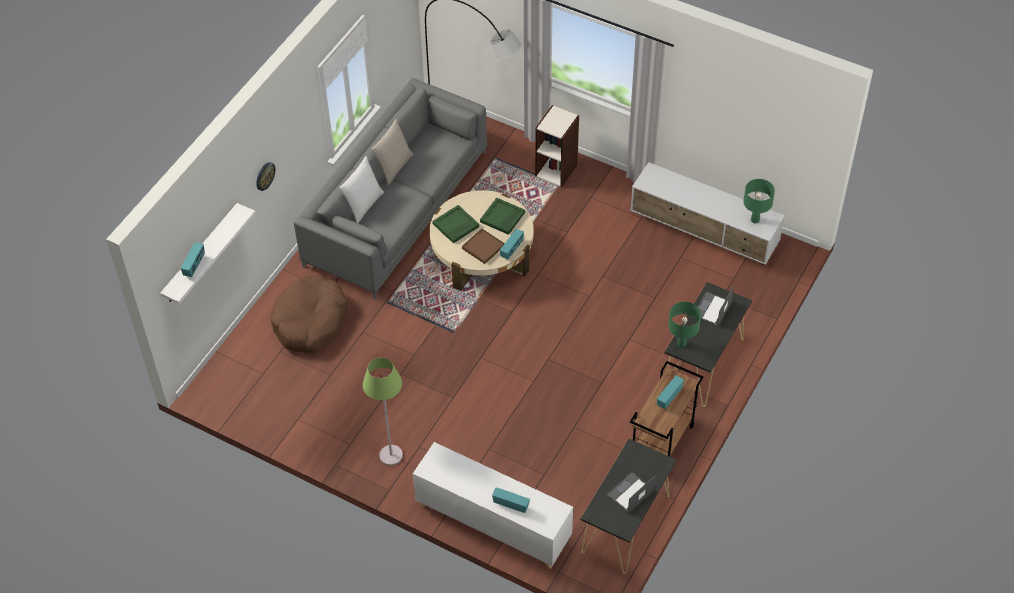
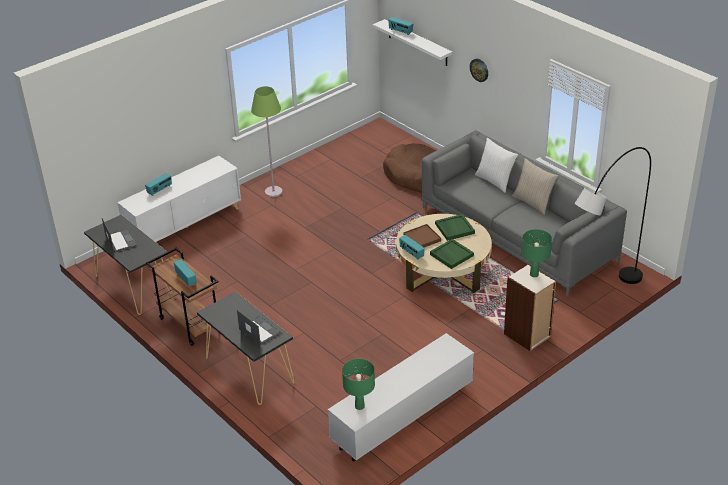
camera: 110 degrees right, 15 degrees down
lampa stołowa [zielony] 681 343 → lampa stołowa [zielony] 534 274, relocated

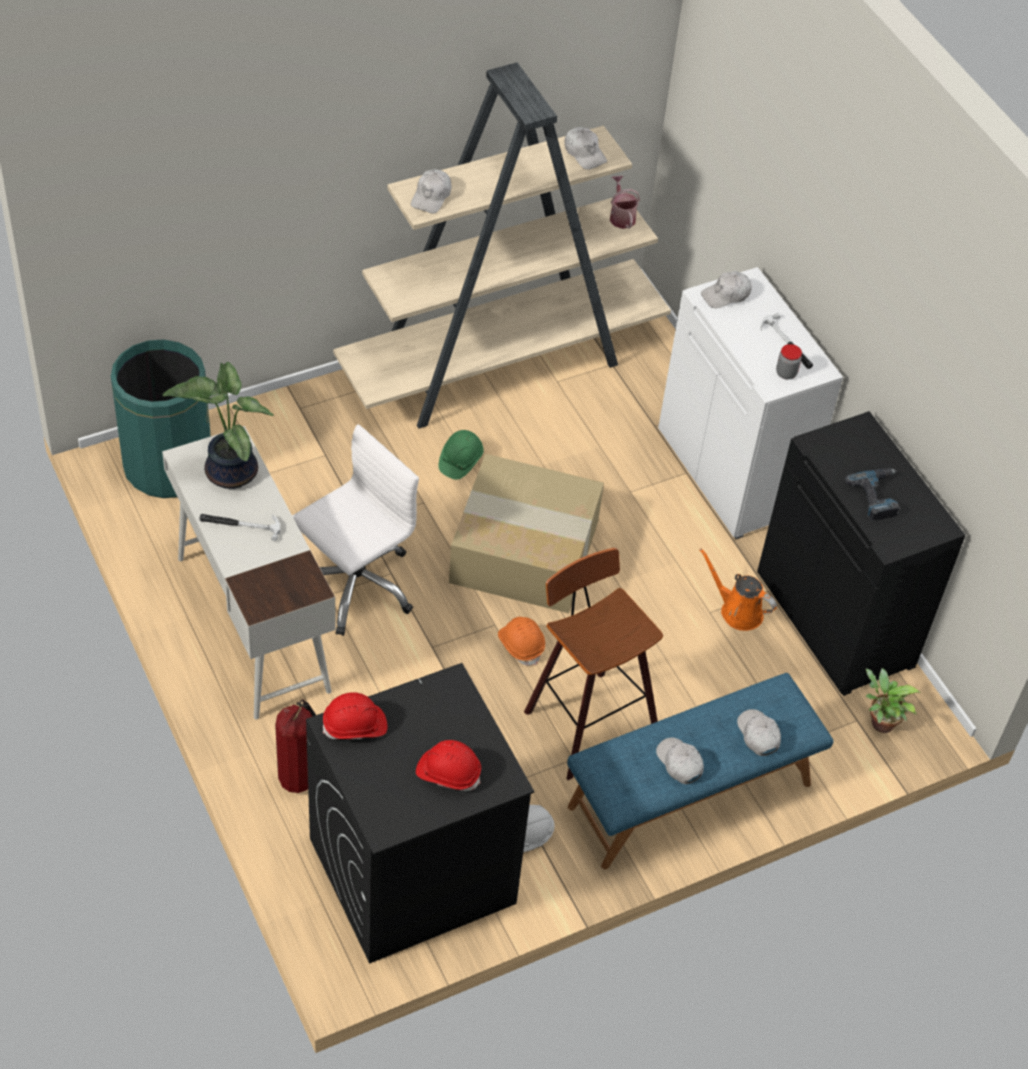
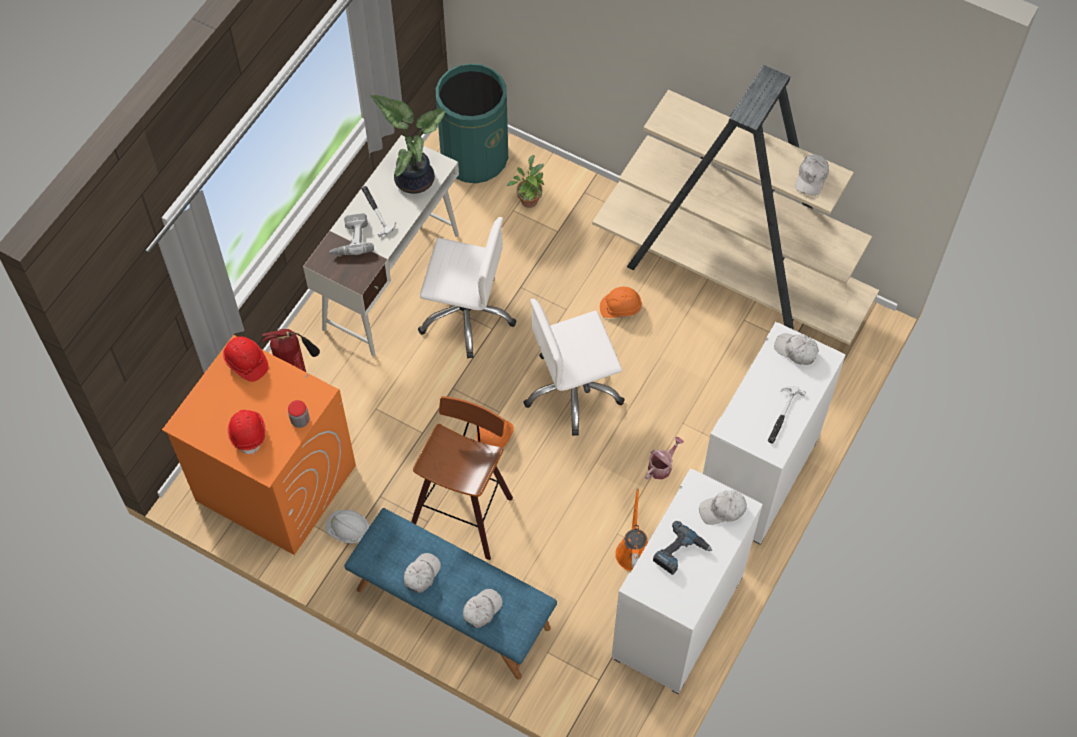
camera: 60 degrees right, 10 degrees up
- → wiertarka 350 239
czapka z daszkiem [biały] 431 196 → czapka z daszkiem [biały] 722 510, relocated
konewka 621 216 → konewka 662 466, relocated
słoik 786 373 → słoik 300 420, relocated
roślina doniczkowa 879 722 → roślina doniczkowa 528 199, relocated
karton 522 552 → krzesło biurowe [biały] 573 391
pralka [czarny] 411 872 → pralka [pomarańczowy] 274 483
kask [zielony] 460 461 → kask [pomarańczowy] 620 307
szafka [czarny] 836 620 → szafka [biały] 678 619

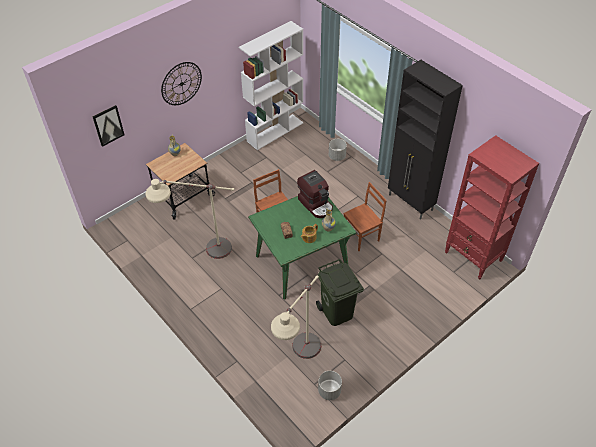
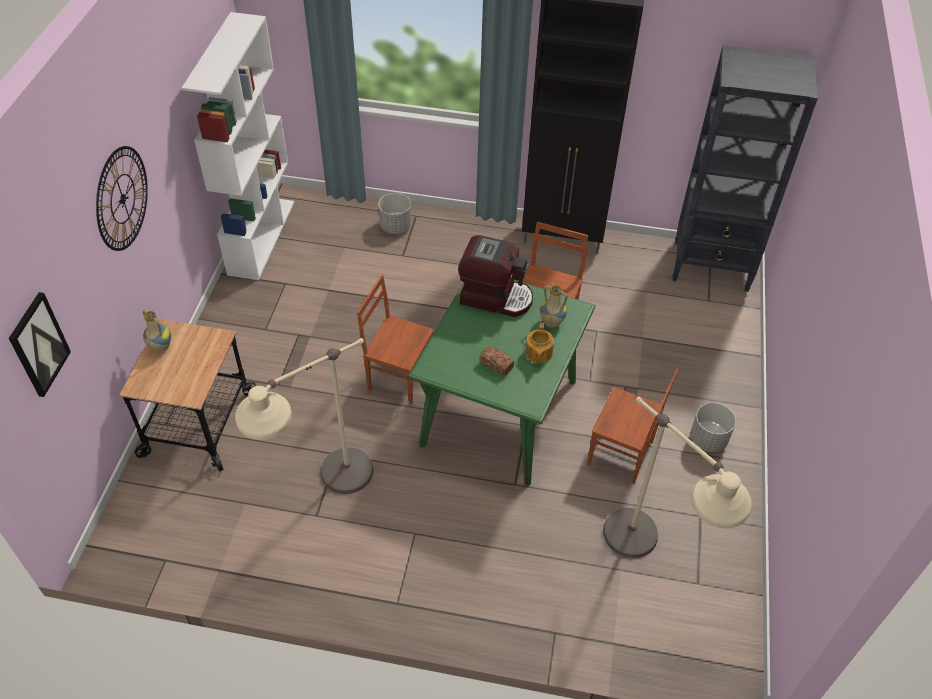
camera: 40 degrees left, 0 degrees up
donica [szary] 329 391 → donica [szary] 708 439, relocated
kosz na śmieci [zielony] 336 312 → krzesło [brązowy] 621 454
regał [czerwony] 473 257 → regał [czarny] 711 266

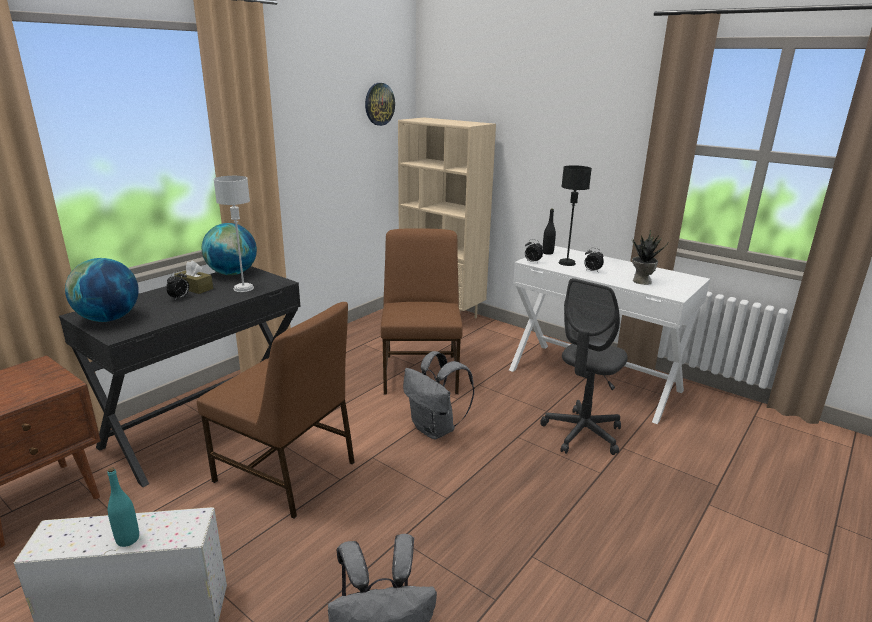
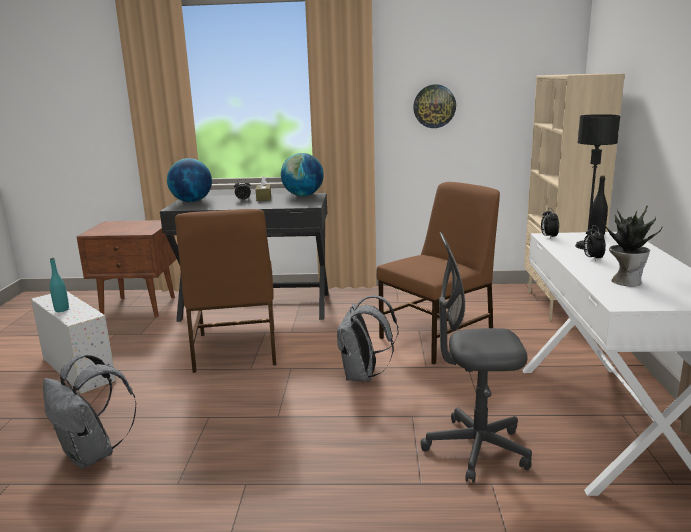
camera: 55 degrees right, 5 degrees down
lampa stołowa [szary] 244 288 → -
zegar ścienny 379 104 → zegar ścienny 434 106, relocated

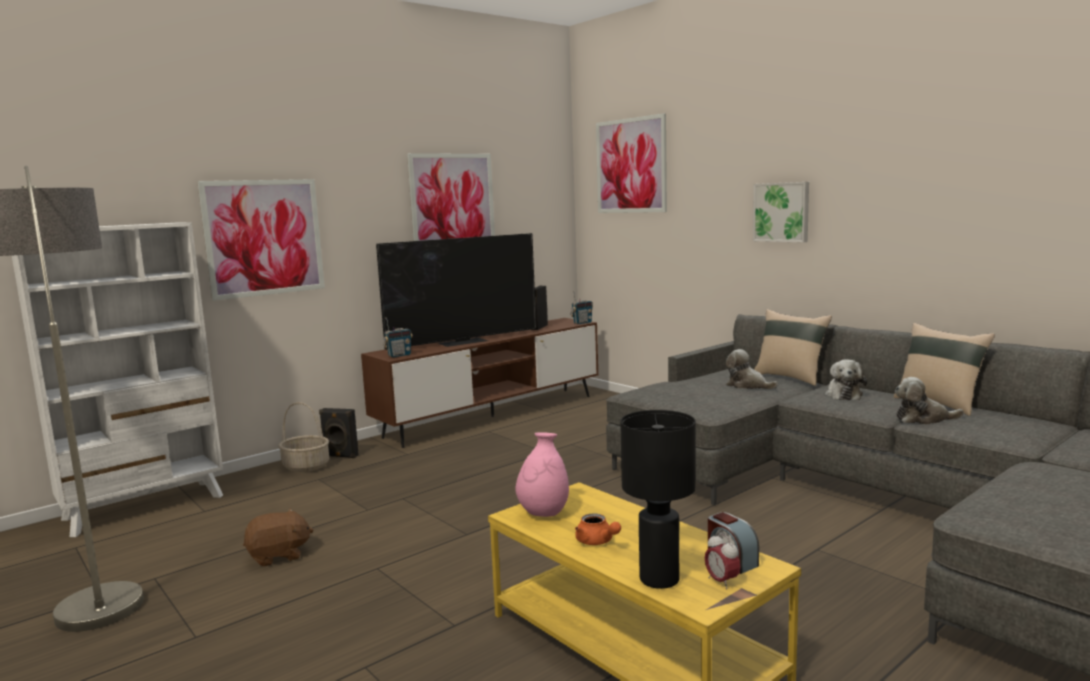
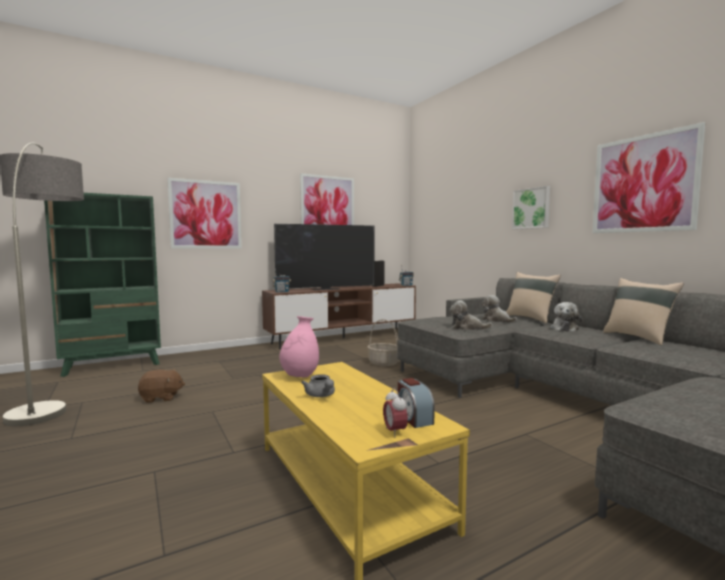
camera: 10 degrees right, 5 degrees down
głośnik [czarny] 340 456 → -
lampa stołowa [czarny] 658 580 → -
koszyk 305 466 → koszyk 383 363, relocated
obraz 631 166 → obraz 643 184, relocated
pluszak 923 419 → pluszak 467 328, relocated
regał [biały] 146 507 → regał [zielony] 113 366
imbryk [pomarańczowy] 597 542 → imbryk [szary] 321 396

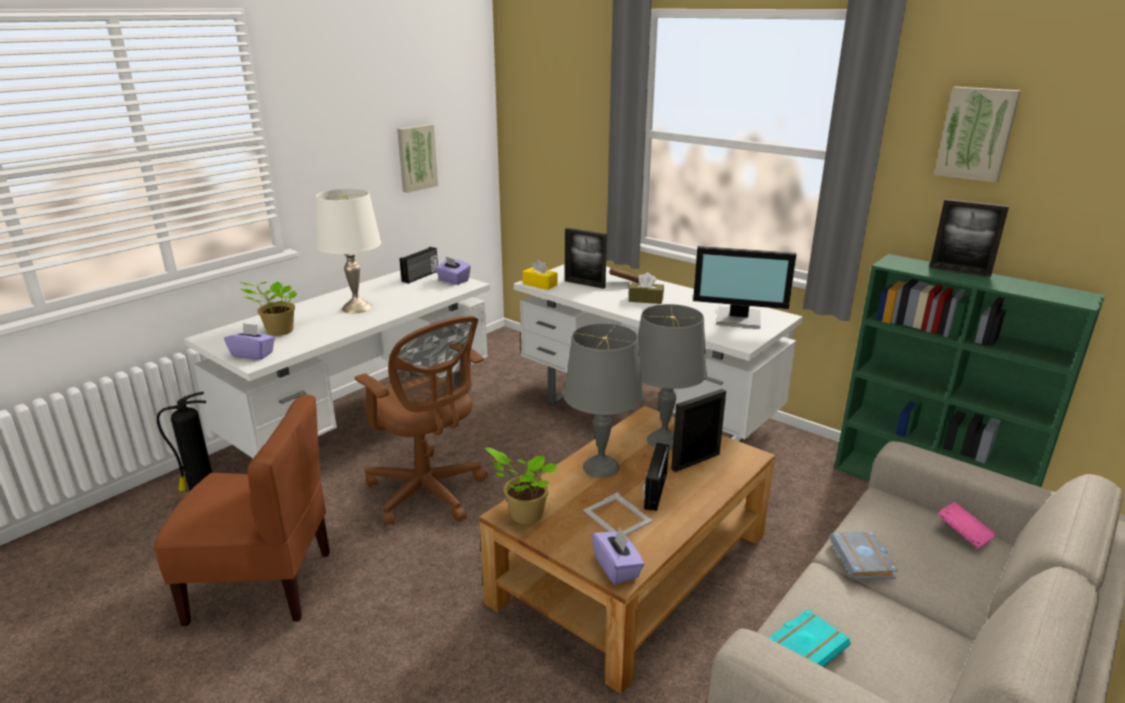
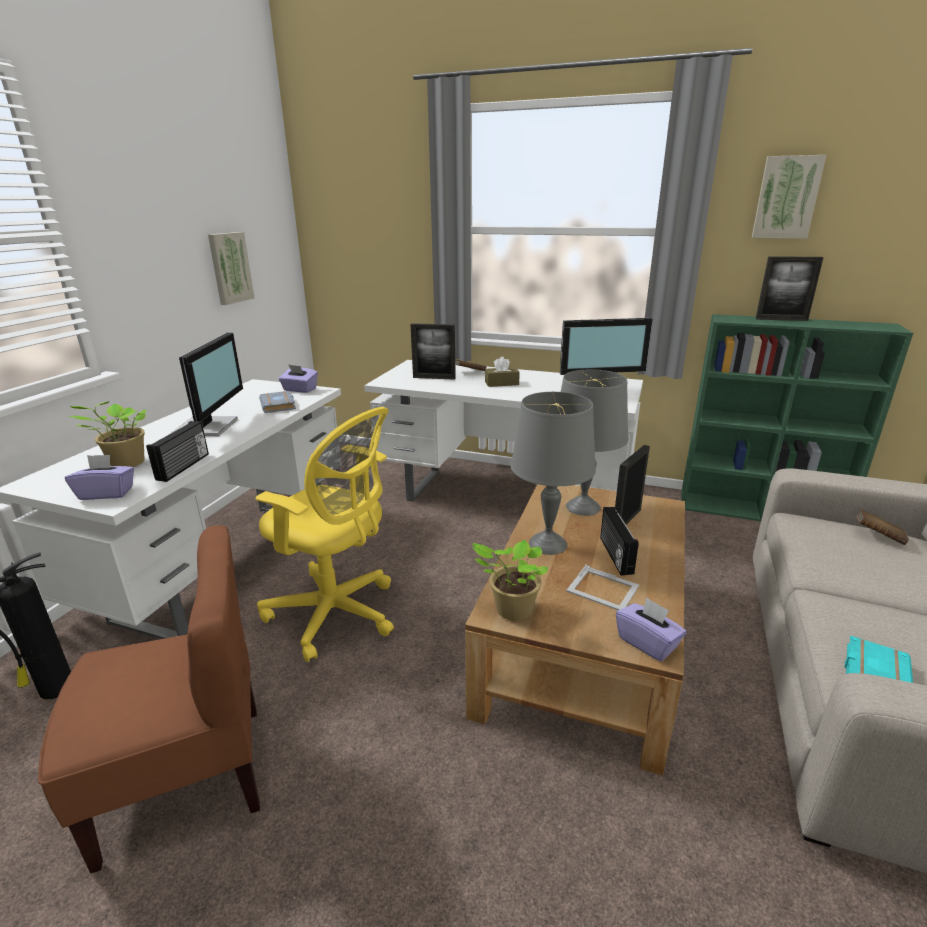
camera: 20 degrees left, 0 degrees up
pudełko chusteczek [żółty] 540 284 → -
radio 421 276 → radio 184 467, relocated
książka [szary] 863 560 → książka [szary] 279 405, relocated
lampa stołowa [biały] 357 307 → monitor 209 426
krzesło biurowe [brązowy] 428 494 → krzesło biurowe [żółty] 337 614
książka [różowy] 963 535 → książka [brązowy] 878 537

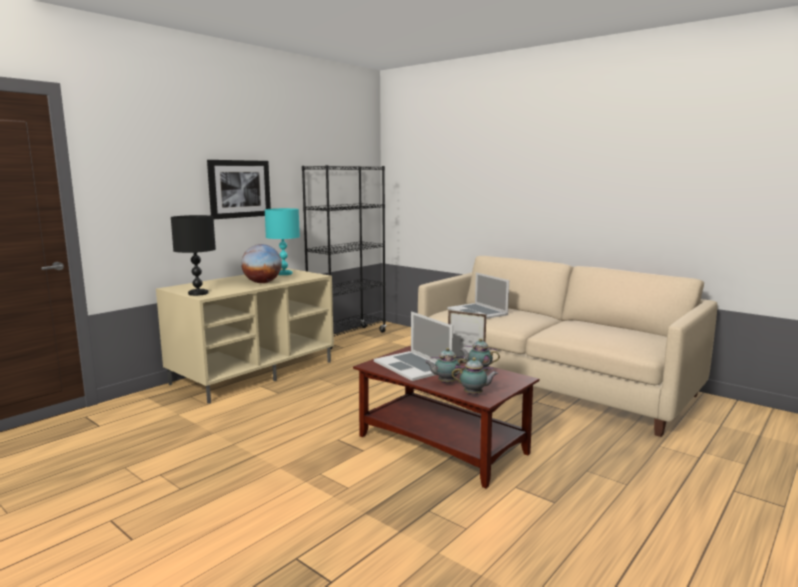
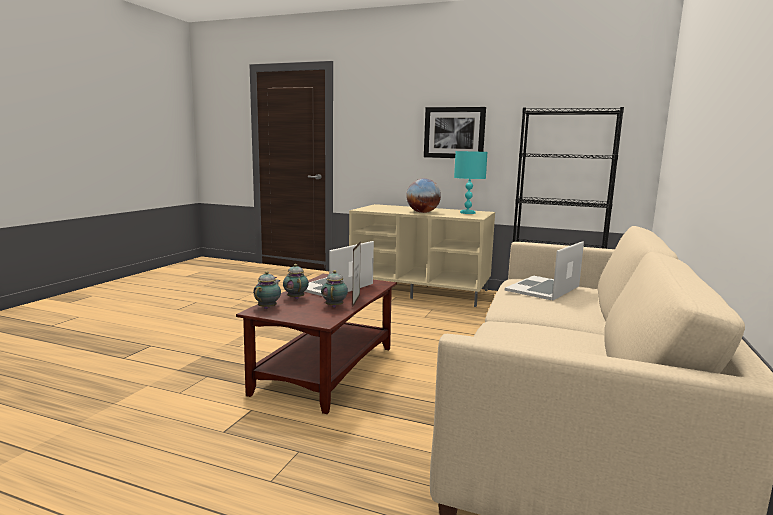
camera: 70 degrees right, 0 degrees up
lampa stołowa [czarny] 198 293 → -
imbryk 474 394 → imbryk 268 307, 150 degrees counterclockwise

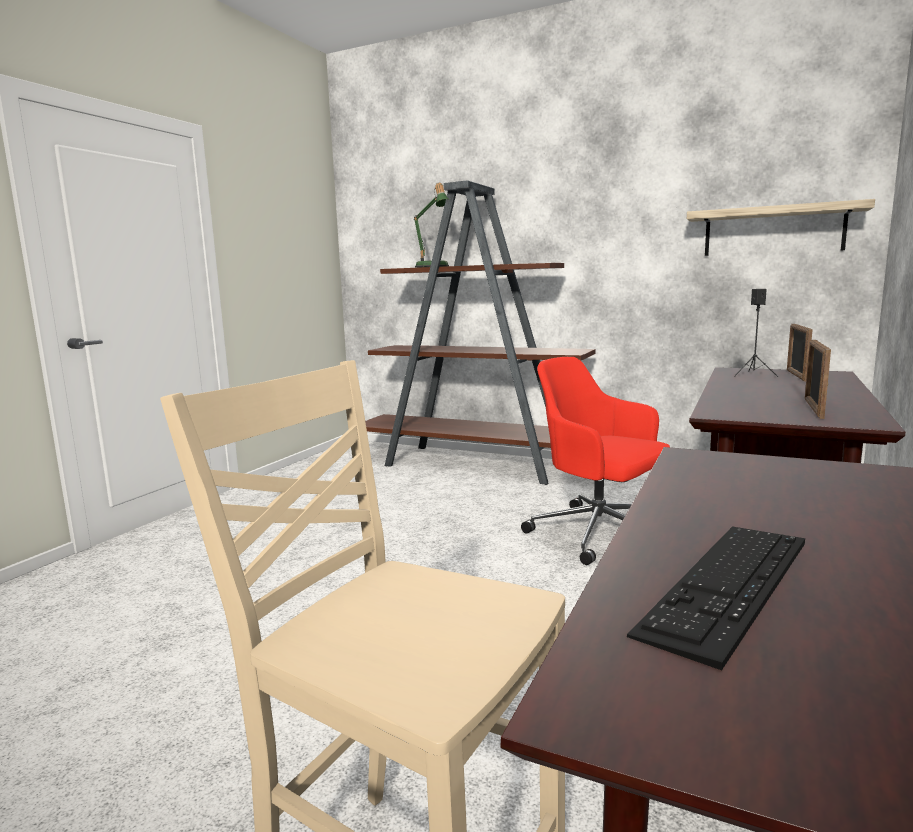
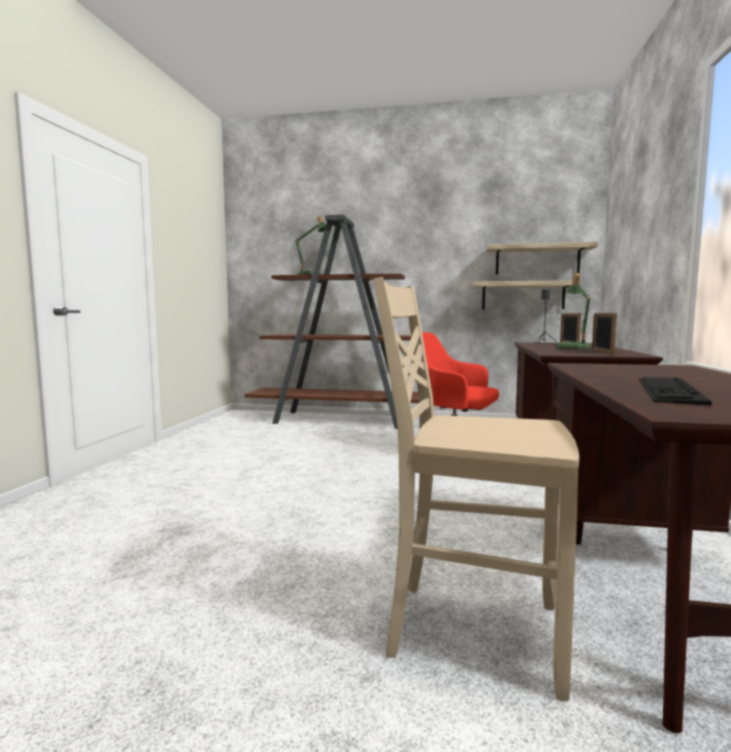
camera: 15 degrees left, 5 degrees down
- → półka 523 295
- → lampa stołowa 573 348

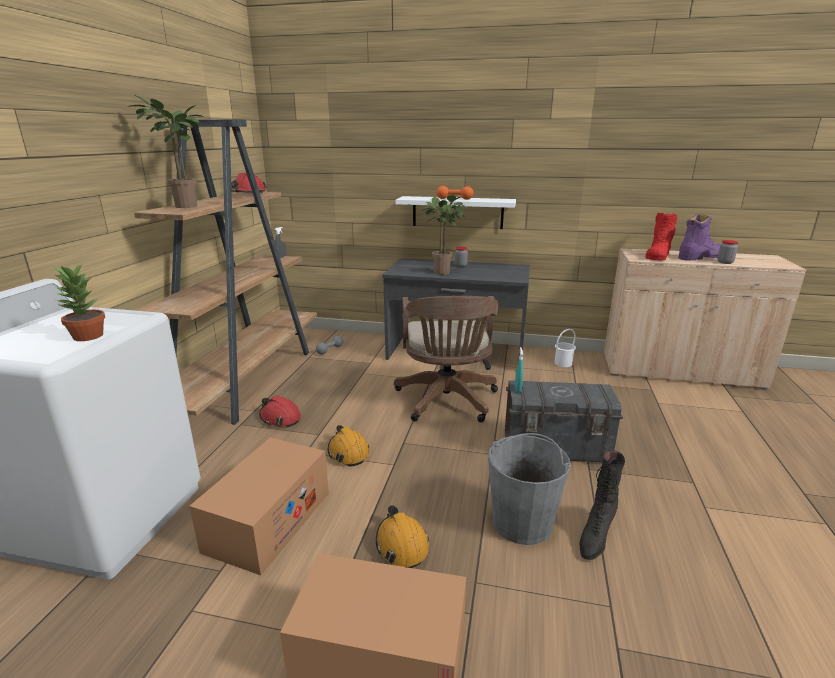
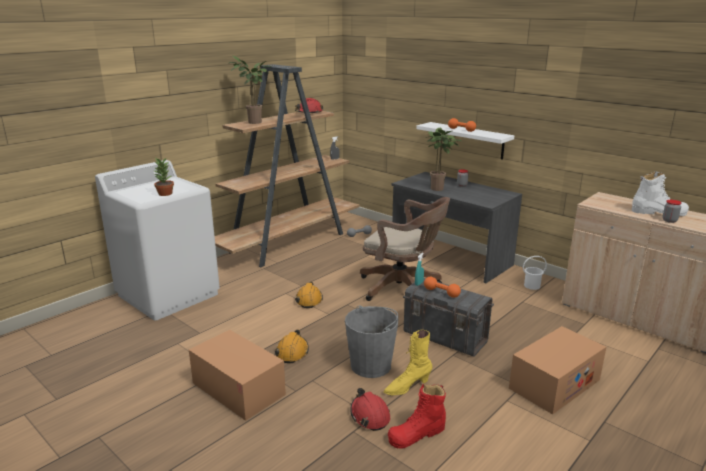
camera: 30 degrees right, 0 degrees up
- → hantel [pomarańczowy] 441 292
karton 268 521 → karton 554 384, relocated
kask [czerwony] 280 418 → kask [czerwony] 369 415, relocated
but z cholewką [czerwony] 657 255 → but z cholewką [czerwony] 417 434, relocated
but z cholewką [czarny] 595 536 → but z cholewką [żółty] 407 387
but z cholewką [fioletowy] 701 257 → but z cholewką [biały] 658 212
krzesło biurowe [brązowy] 447 402 → krzesło biurowe [brązowy] 403 289, 90 degrees counterclockwise

